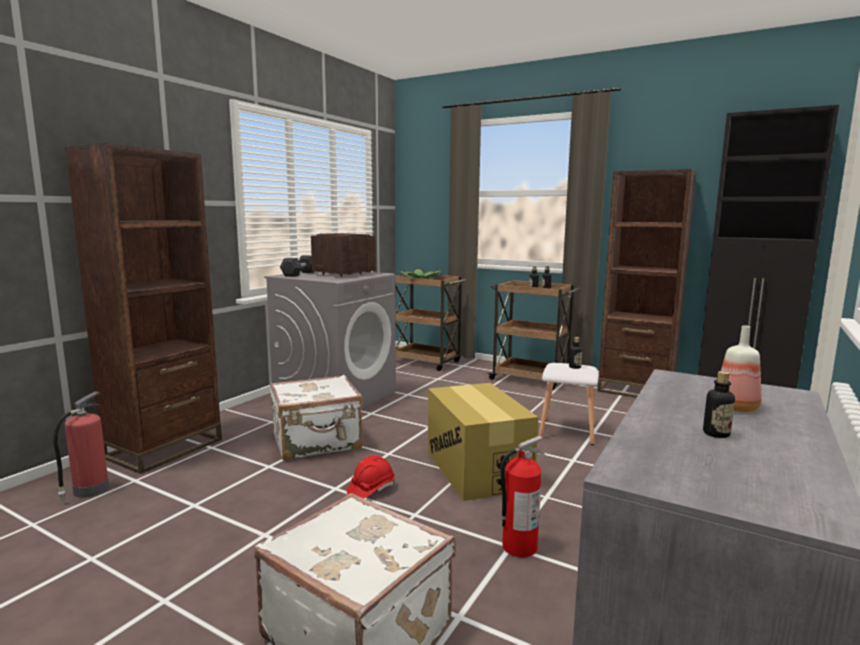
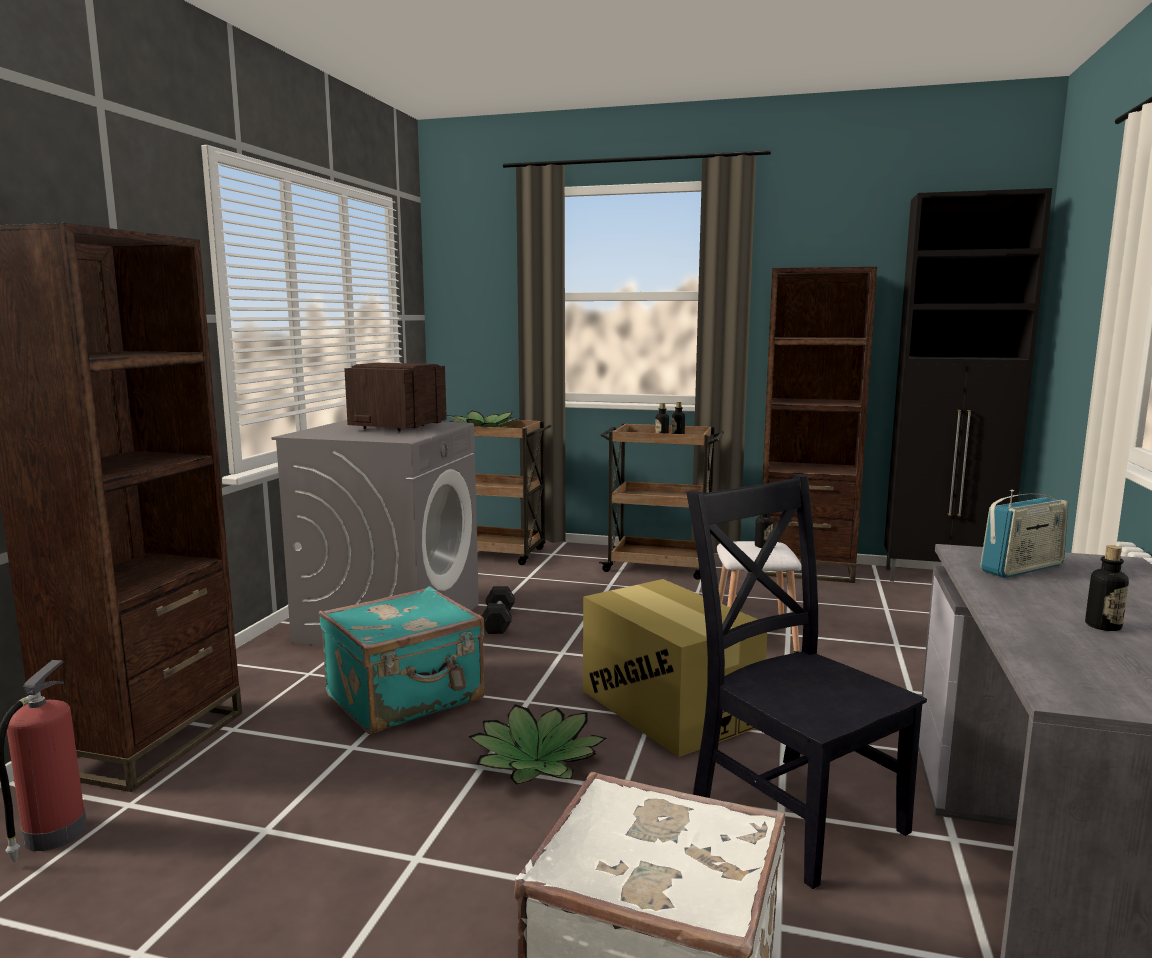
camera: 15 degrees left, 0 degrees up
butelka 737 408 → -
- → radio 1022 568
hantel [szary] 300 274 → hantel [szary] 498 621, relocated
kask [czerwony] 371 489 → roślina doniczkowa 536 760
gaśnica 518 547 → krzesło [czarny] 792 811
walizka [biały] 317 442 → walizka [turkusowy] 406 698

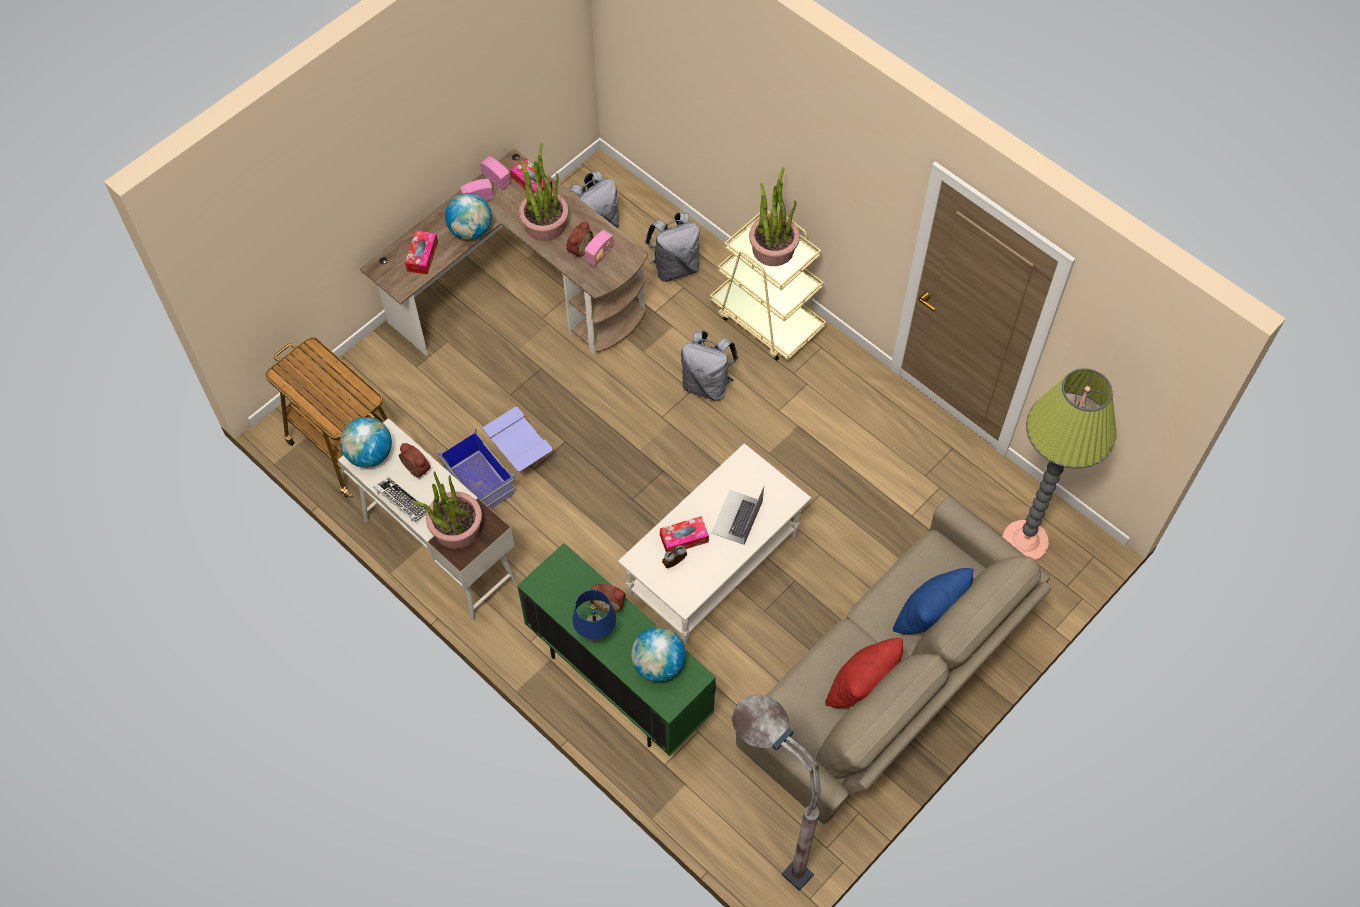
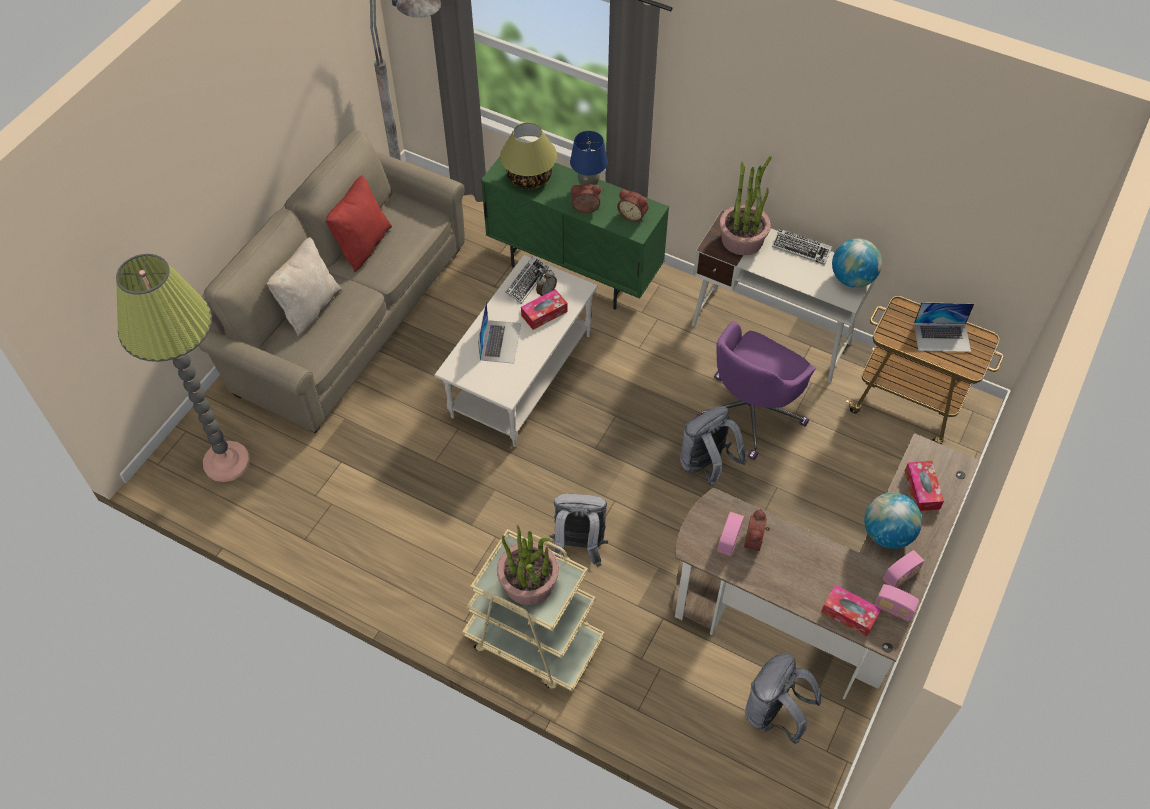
camera: 165 degrees right, 5 degrees down
roślina doniczkowa 545 224 → -
- → klawiatura 527 282
- → laptop 942 337
budzik 415 470 → budzik 633 215, relocated
plecak [szary] 675 267 → plecak [szary] 706 466, relocated
pojemnik do przechowywania [niebieski] 500 471 → krzesło biurowe [fioletowy] 751 411
globus 658 664 → lampa stołowa 529 177
poduszka [niebieski] 929 616 → poduszka [beżowy] 309 307

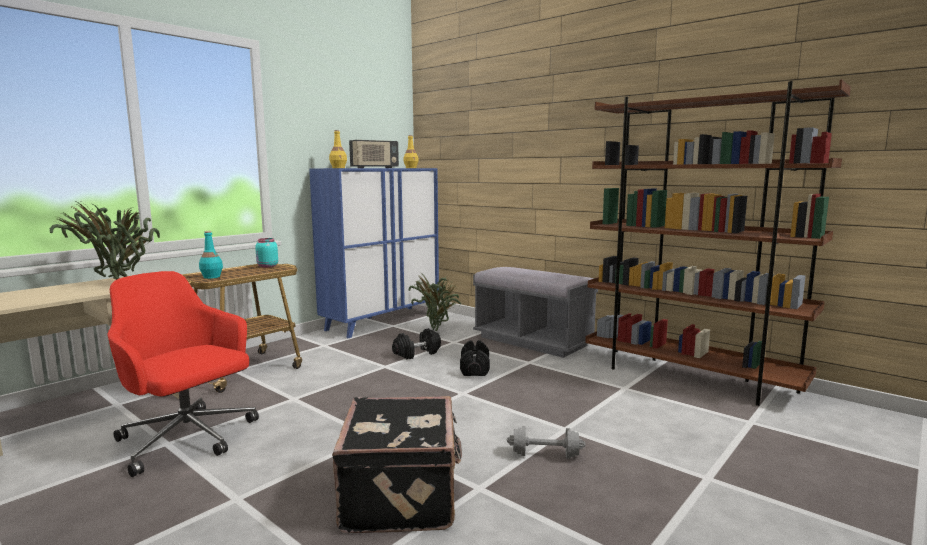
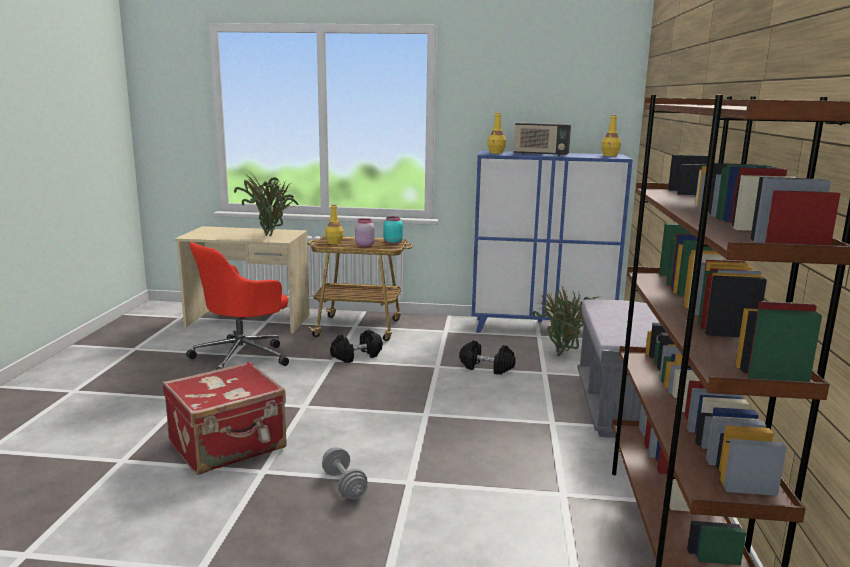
camera: 55 degrees right, 5 degrees up
- → słoik [różowy] 364 245
hantel [czarny] 475 369 → hantel [czarny] 356 356, relocated
butelka [turkusowy] 211 277 → butelka [żółty] 334 243
walizka [czarny] 403 496 → walizka [czerwony] 229 446
krzesło biurowe [czerwony] 188 439 → krzesło biurowe [czerwony] 243 357, 135 degrees counterclockwise

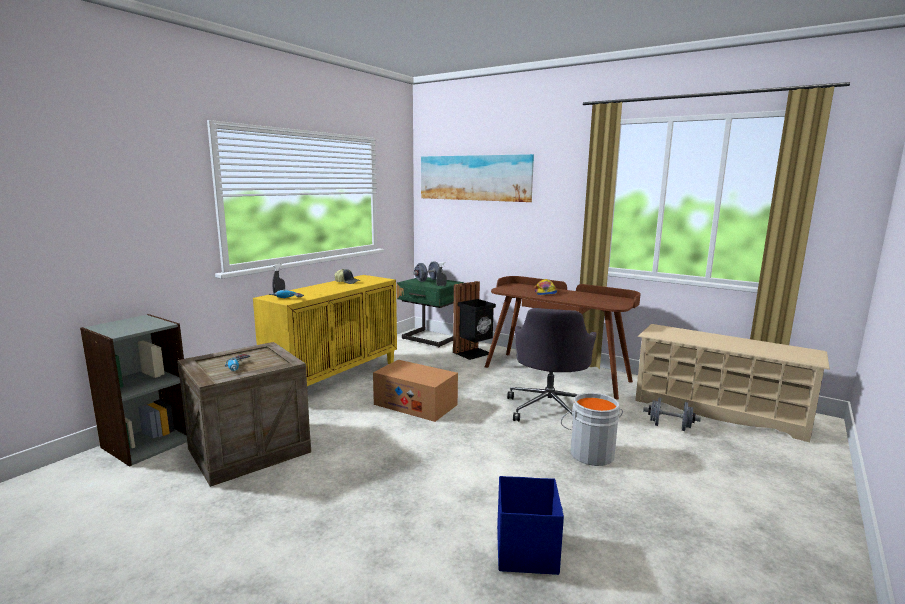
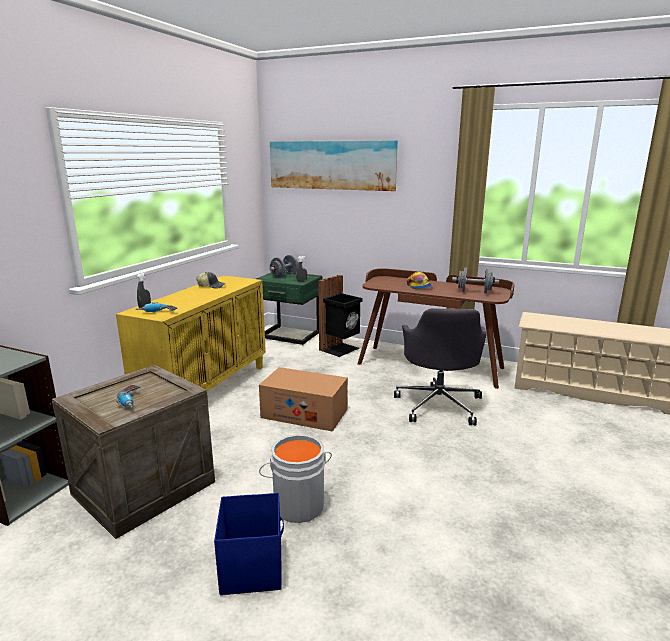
camera: 10 degrees left, 5 degrees up
pojemnik do przechowywania [niebieski] 527 550 → pojemnik do przechowywania [niebieski] 252 567, relocated
wiadro [szary] 591 453 → wiadro [szary] 298 504, relocated
hantel [szary] 669 426 → hantel [szary] 474 292, relocated

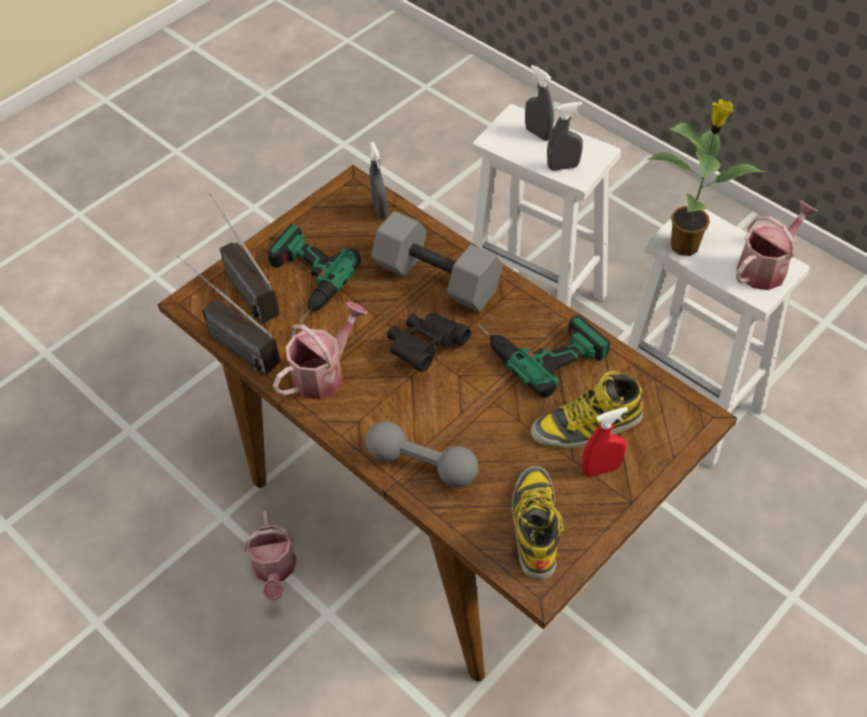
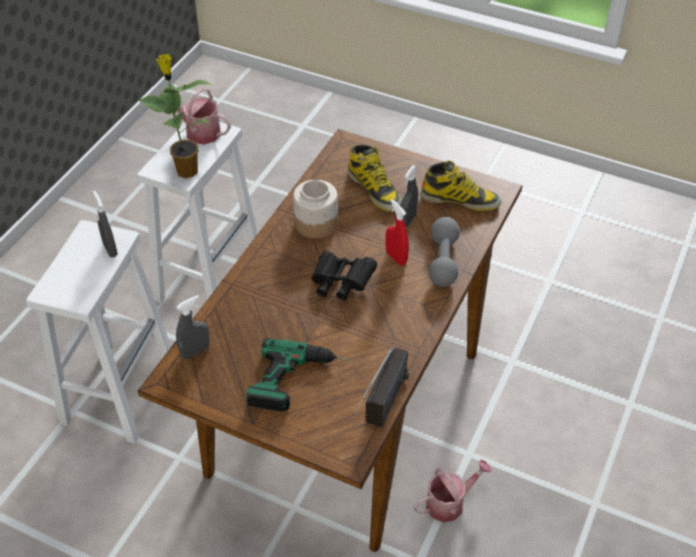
camera: 110 degrees left, 5 degrees down
radio 240 282 → -
konewka 323 373 → -
hantel [szary] 435 280 → -
spryskiwacz [szary] 538 133 → spryskiwacz [szary] 407 220, relocated
spryskiwacz [czerwony] 601 469 → spryskiwacz [czerwony] 396 257, relocated
wiertarka 539 346 → słoik 315 224
but z cholewką 535 525 → but z cholewką 460 199, 150 degrees counterclockwise

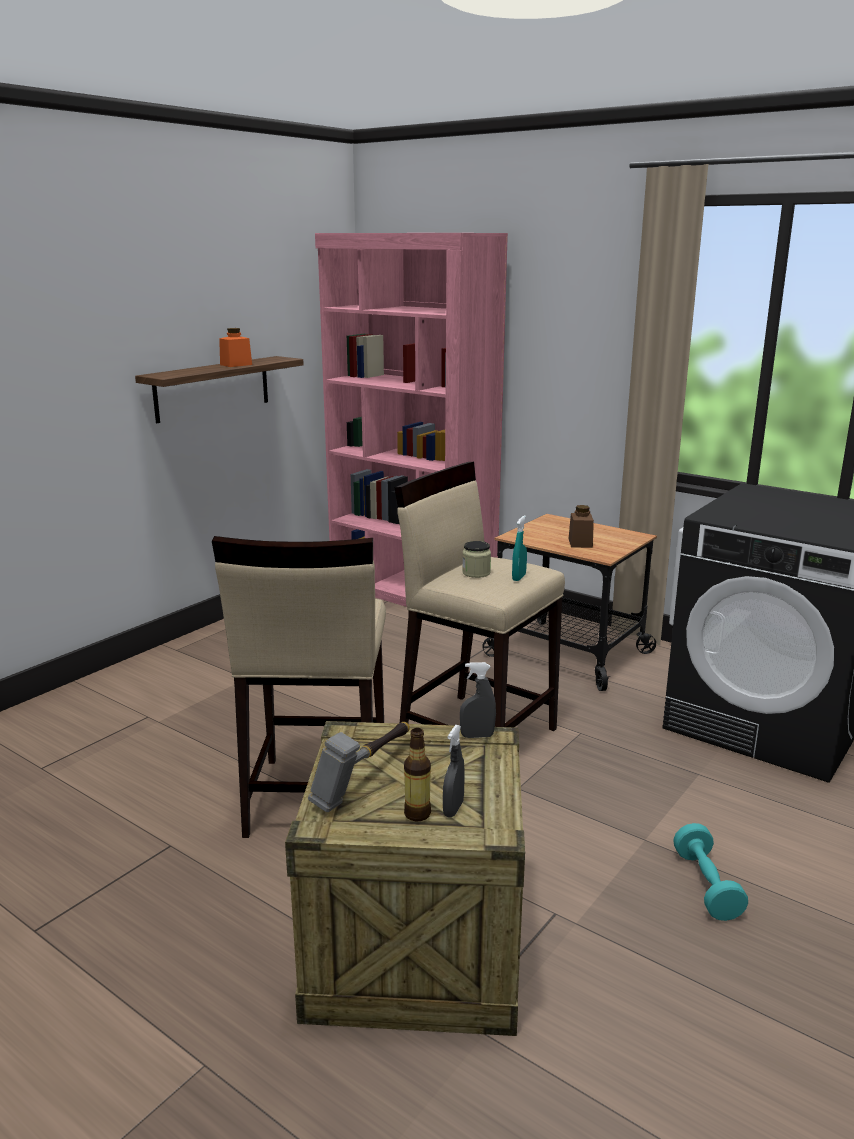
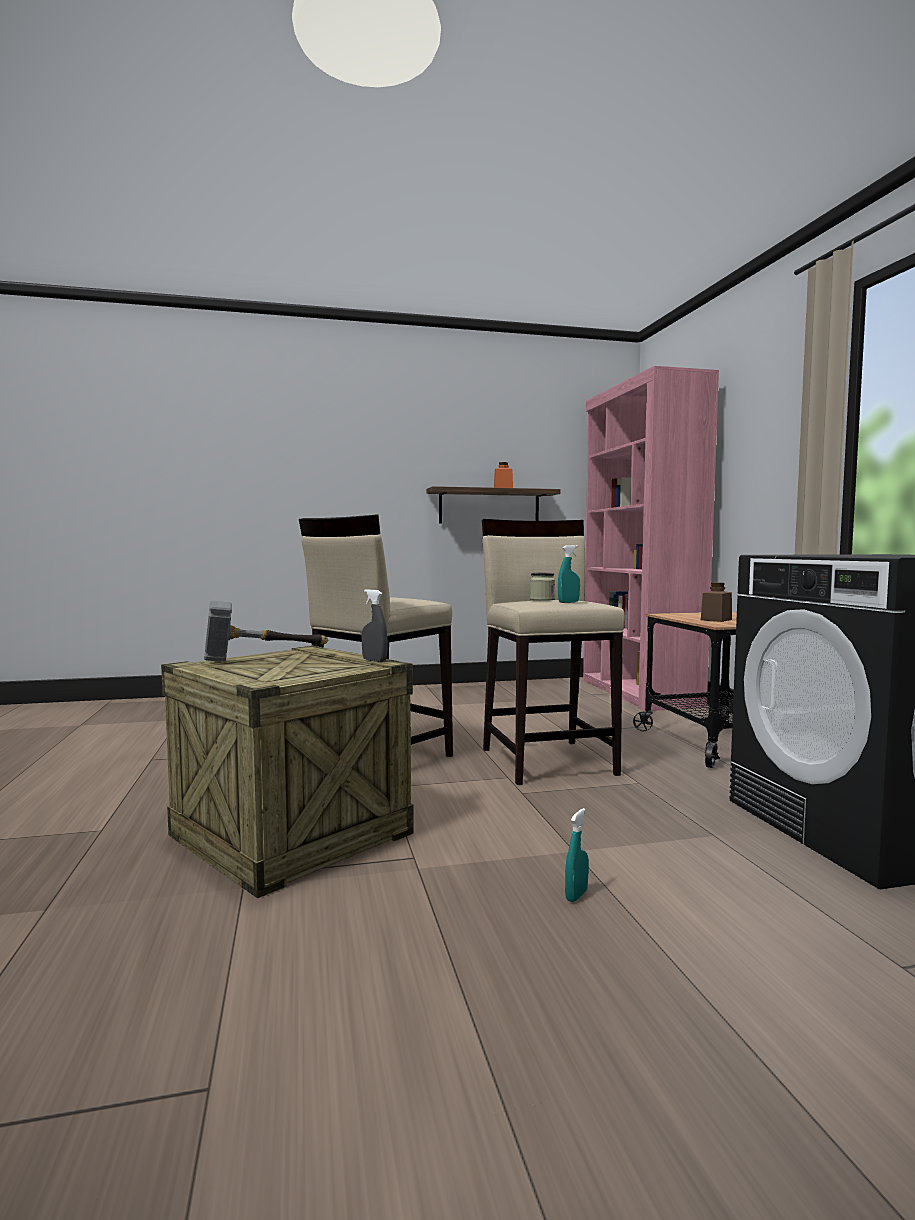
camera: 40 degrees right, 15 degrees down
butelka 417 814 → -
spryskiwacz [szary] 453 809 → -
hantel [turkusowy] 706 886 → spryskiwacz [turkusowy] 576 895

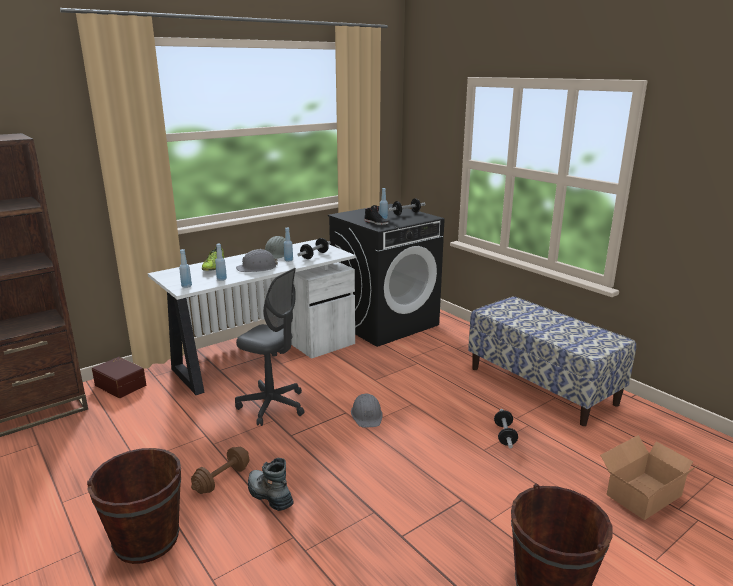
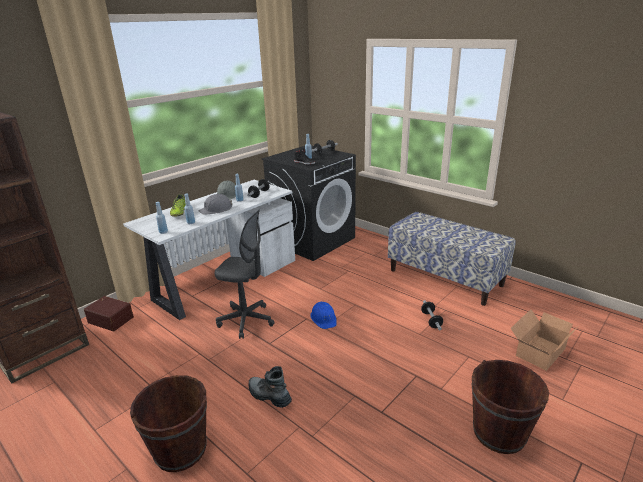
camera: 10 degrees left, 5 degrees up
hantel [brązowy] 222 479 → -
kask [szary] 367 415 → kask [niebieski] 324 318

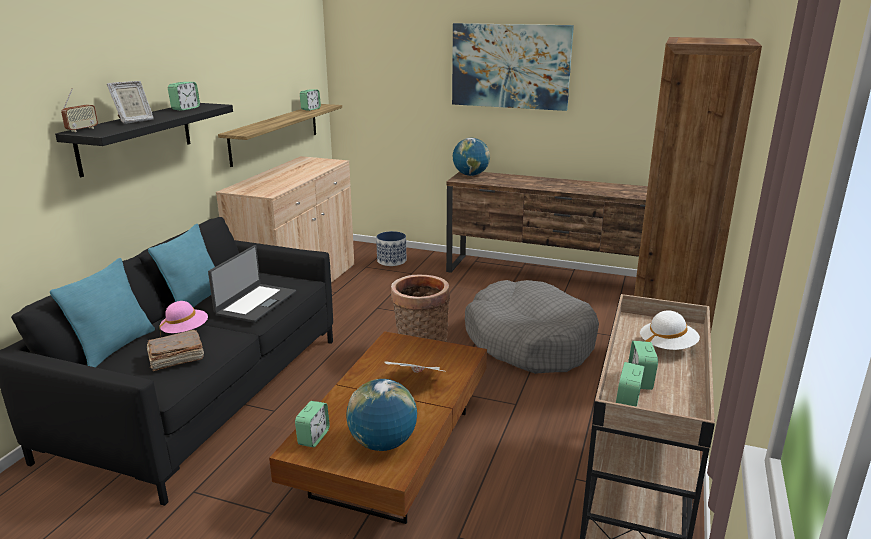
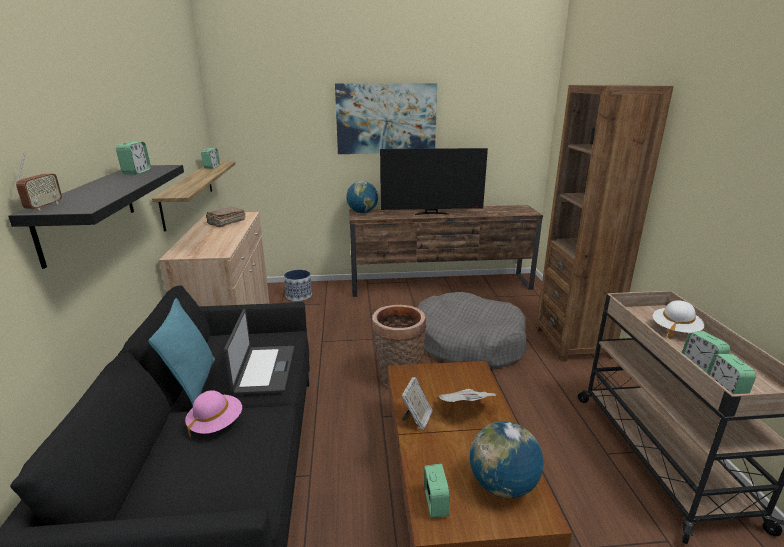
camera: 25 degrees left, 0 degrees up
poduszka [turkusowy] 114 347 → -
- → telewizor 431 213
ramka na zdjęcie 134 121 → ramka na zdjęcie 417 419, relocated
książka [brązowy] 175 359 → książka [brązowy] 226 223, relocated

